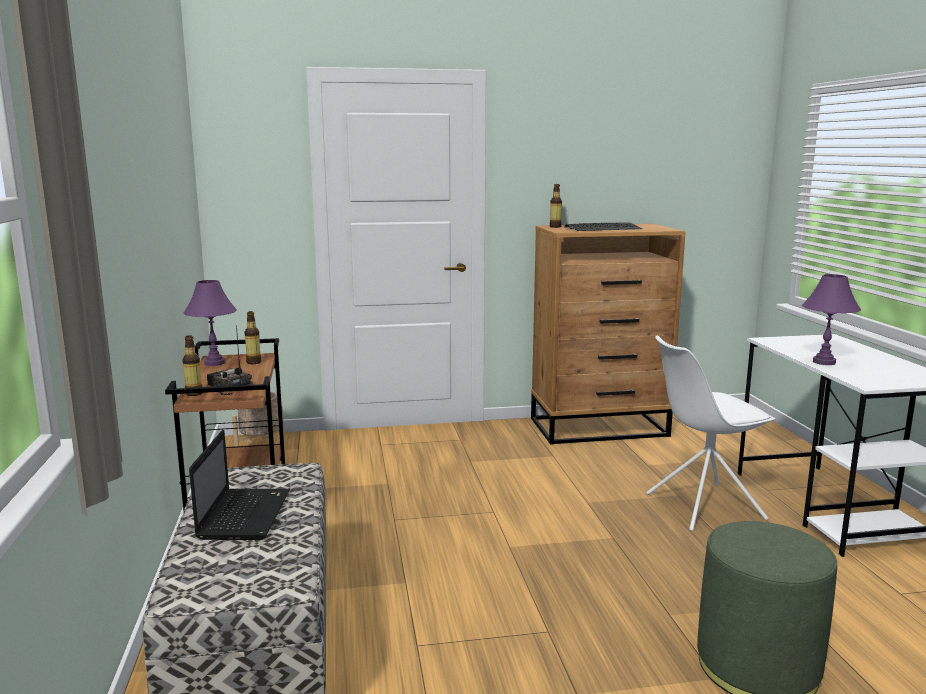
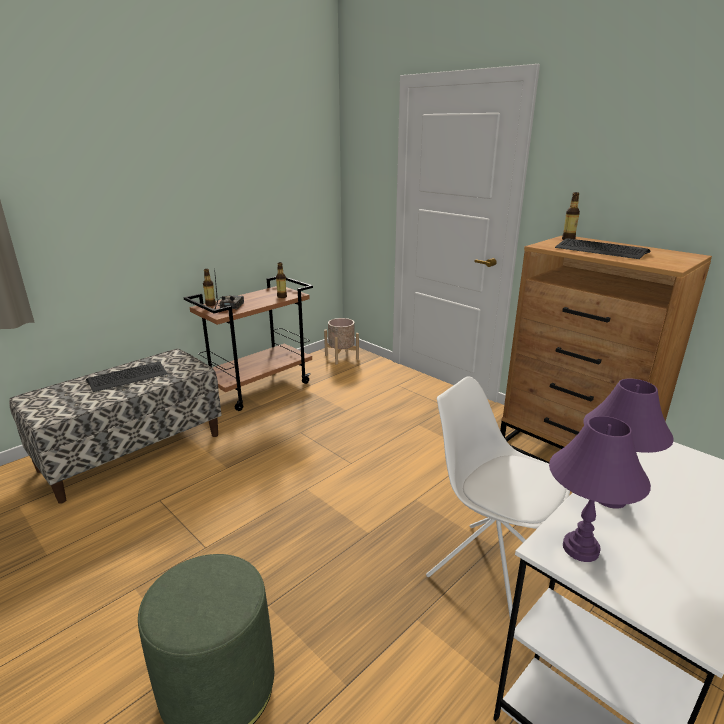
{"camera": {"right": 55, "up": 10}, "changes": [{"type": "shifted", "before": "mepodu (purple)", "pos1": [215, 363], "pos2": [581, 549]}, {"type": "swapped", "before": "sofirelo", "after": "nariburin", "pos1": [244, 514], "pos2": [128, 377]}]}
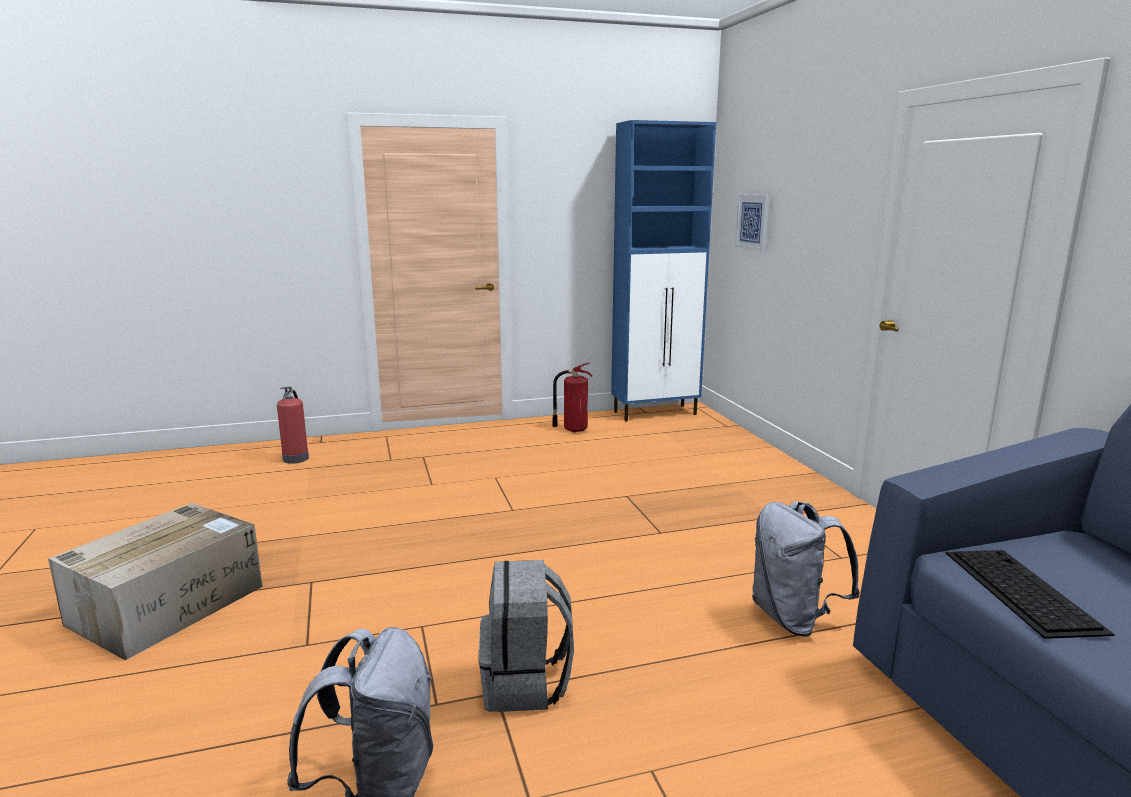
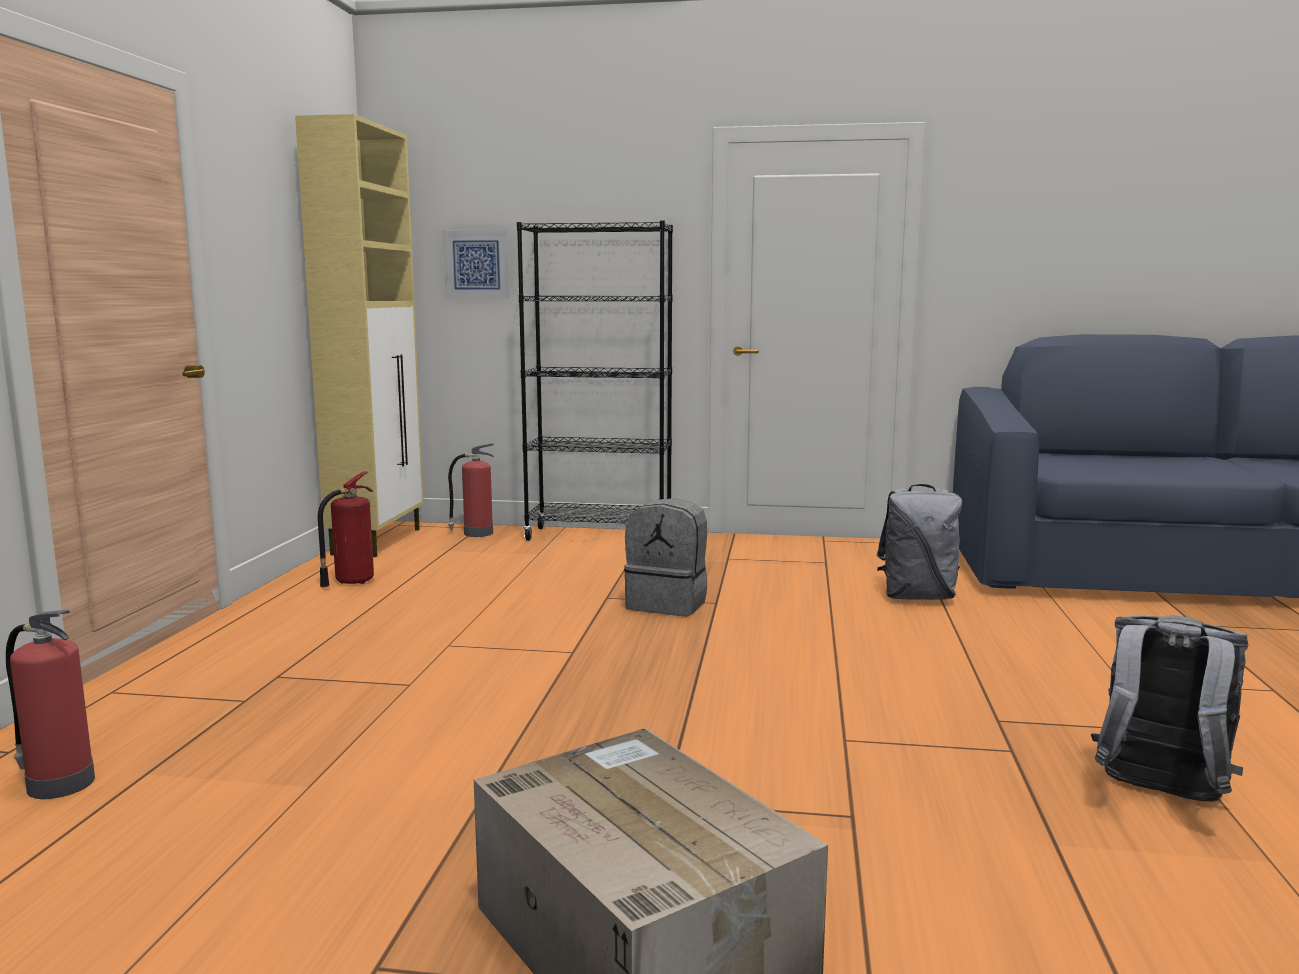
{"camera": {"right": -65, "up": -5}, "changes": [{"type": "gone", "before": "nariburin", "pos1": [1019, 589]}, {"type": "new", "after": "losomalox", "pos2": [476, 533]}, {"type": "new", "after": "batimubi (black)", "pos2": [600, 537]}, {"type": "shifted", "before": "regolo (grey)", "pos1": [526, 684], "pos2": [668, 604]}, {"type": "repainted", "before": "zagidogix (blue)", "after": "zagidogix (beige)", "pos1": [656, 413], "pos2": [378, 541]}]}
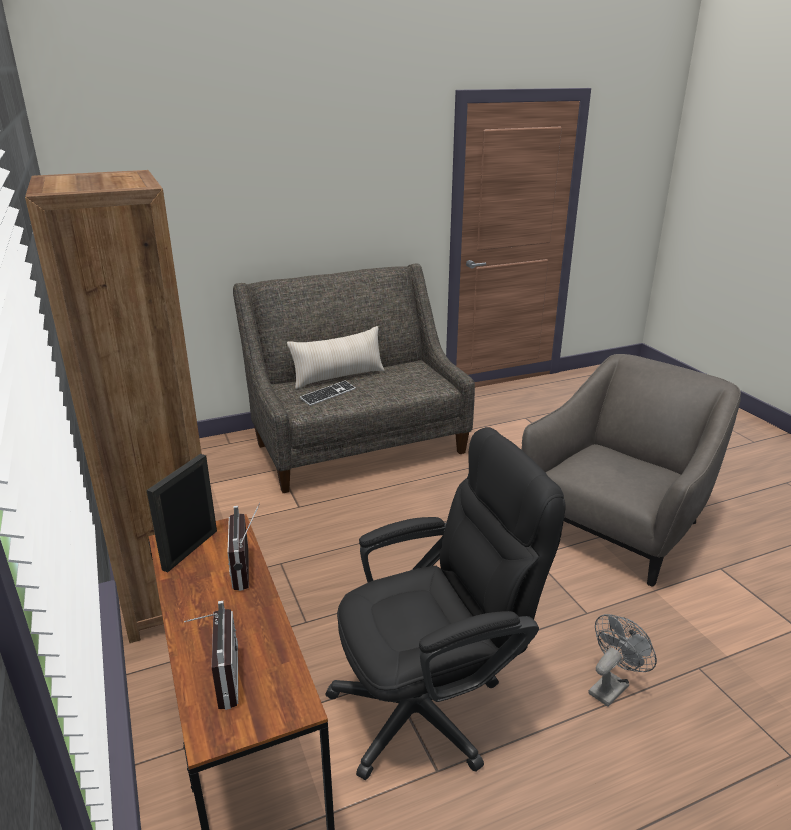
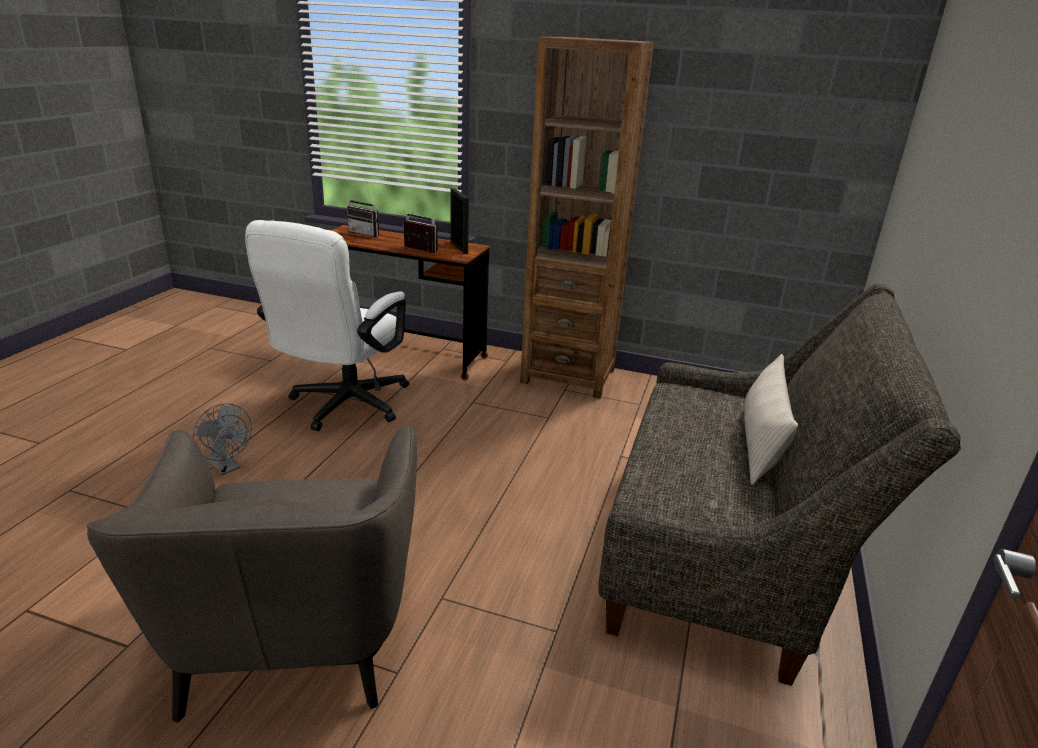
{"camera": {"right": 130, "up": 0}, "changes": [{"type": "gone", "before": "nariburin", "pos1": [328, 394]}, {"type": "repainted", "before": "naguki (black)", "after": "naguki (white)", "pos1": [433, 705], "pos2": [343, 407]}, {"type": "rotated", "before": "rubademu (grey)", "pos1": [611, 686], "pos2": [227, 467], "turn": -45}]}
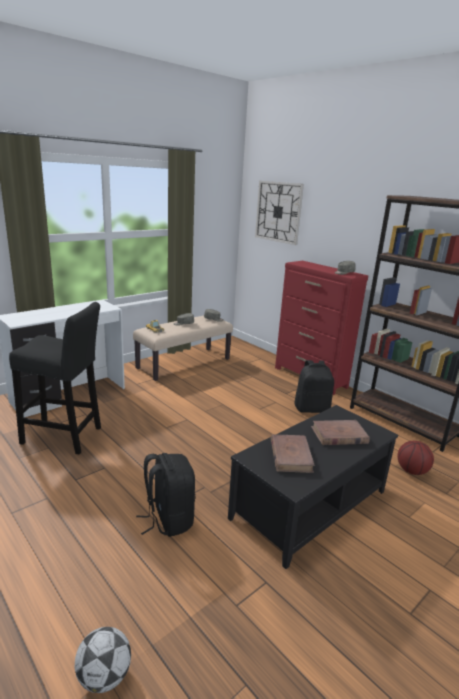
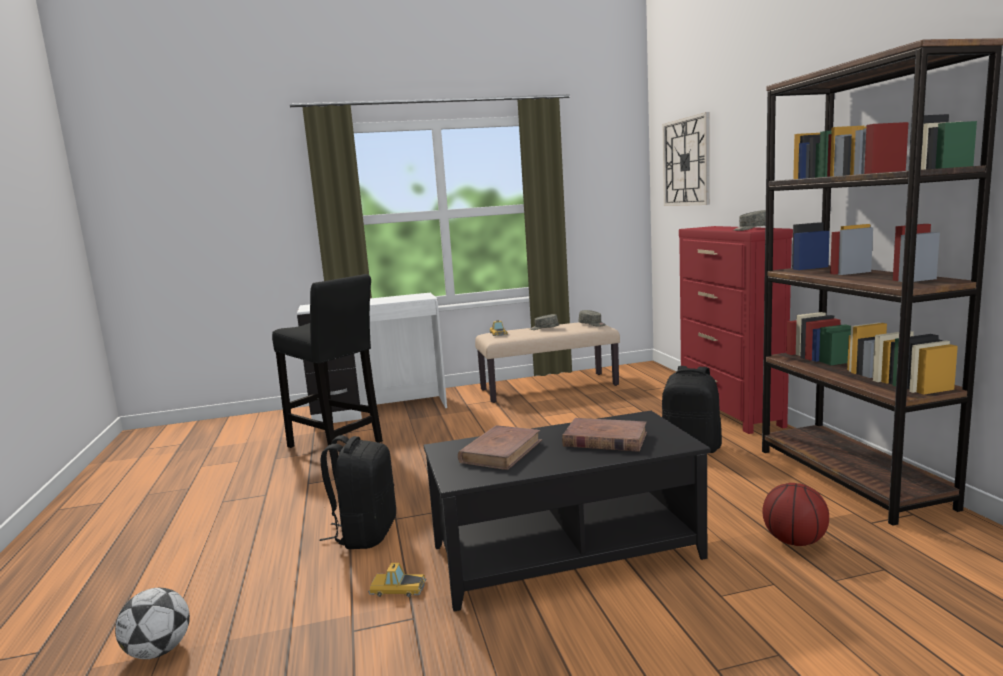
{"camera": {"right": 30, "up": -10}, "changes": [{"type": "new", "after": "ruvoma", "pos2": [397, 588]}]}
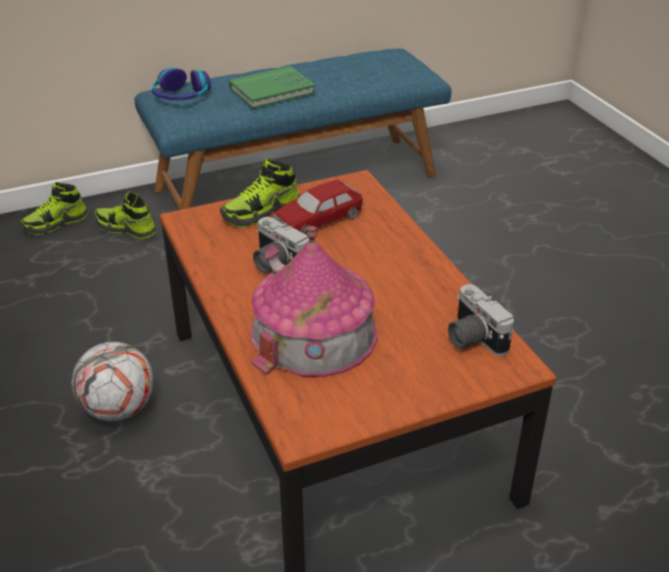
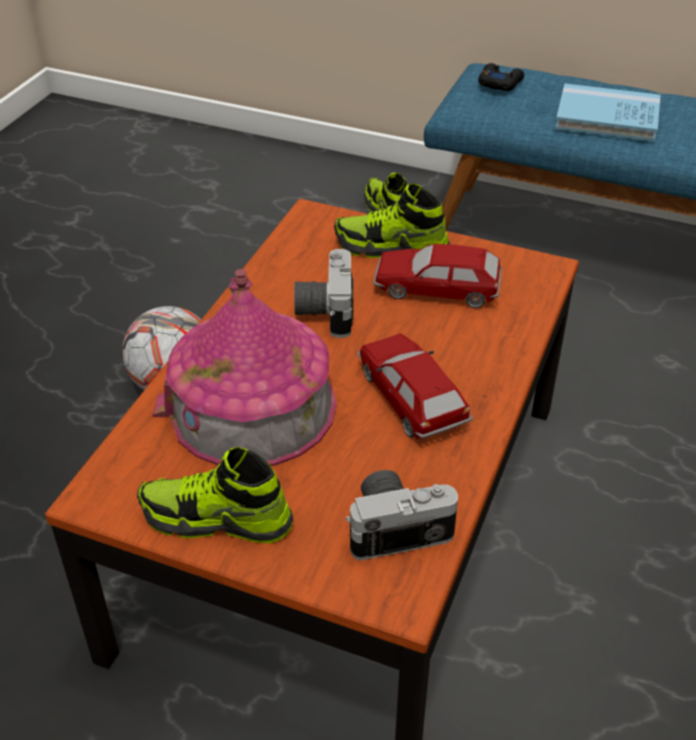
{"camera": {"right": 45, "up": 5}, "changes": [{"type": "new", "after": "ruvoma", "pos2": [411, 397]}, {"type": "shifted", "before": "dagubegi", "pos1": [55, 223], "pos2": [216, 520]}, {"type": "swapped", "before": "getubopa", "after": "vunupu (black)", "pos1": [181, 96], "pos2": [499, 83]}, {"type": "repainted", "before": "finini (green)", "after": "finini (blue)", "pos1": [272, 91], "pos2": [607, 117]}, {"type": "rotated", "before": "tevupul", "pos1": [471, 338], "pos2": [397, 525], "turn": 60}]}
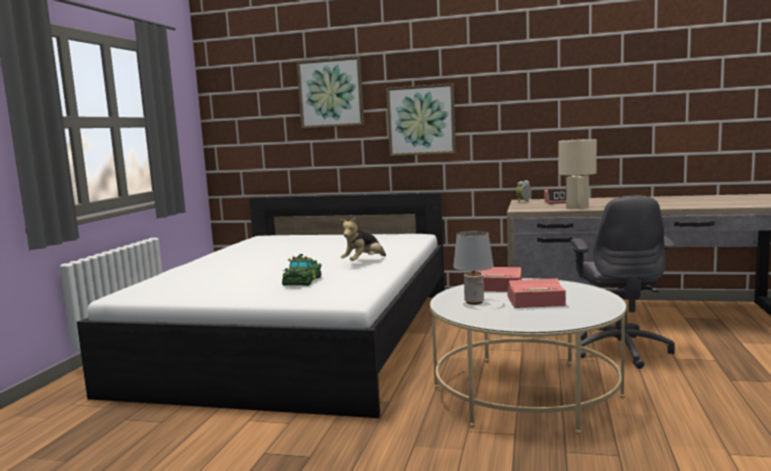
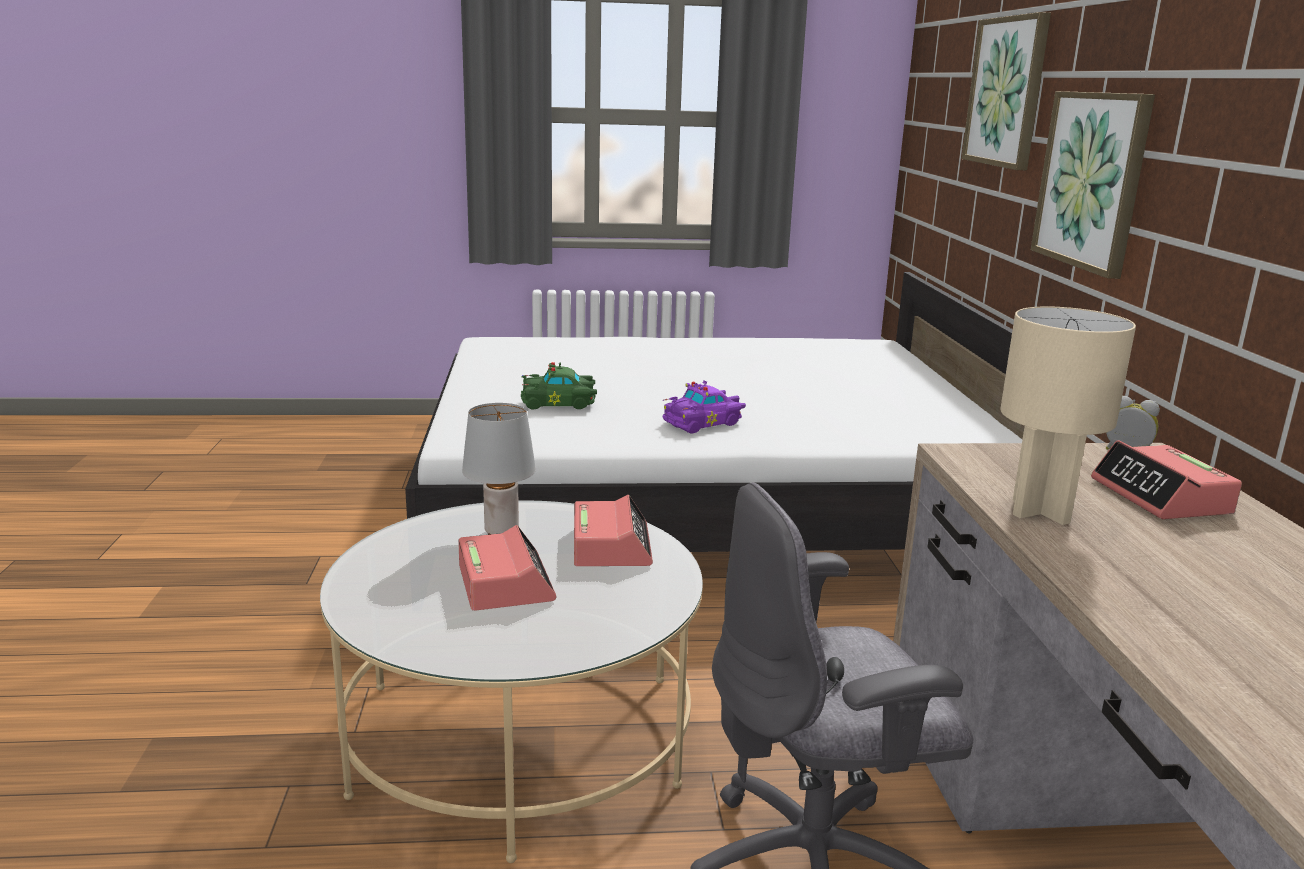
{"camera": {"right": 70, "up": 10}, "changes": [{"type": "swapped", "before": "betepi", "after": "ruvoma (purple)", "pos1": [363, 262], "pos2": [704, 423]}]}
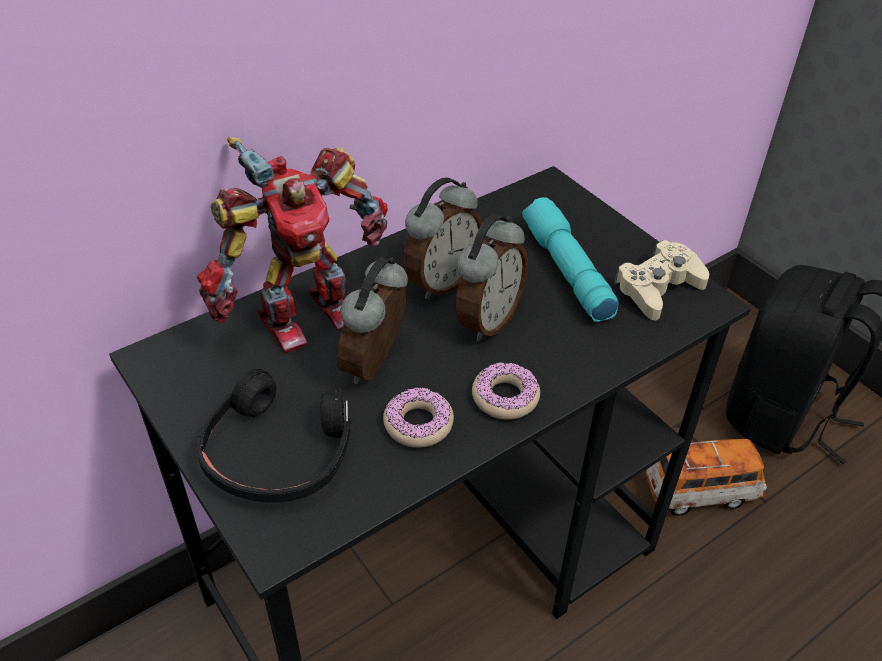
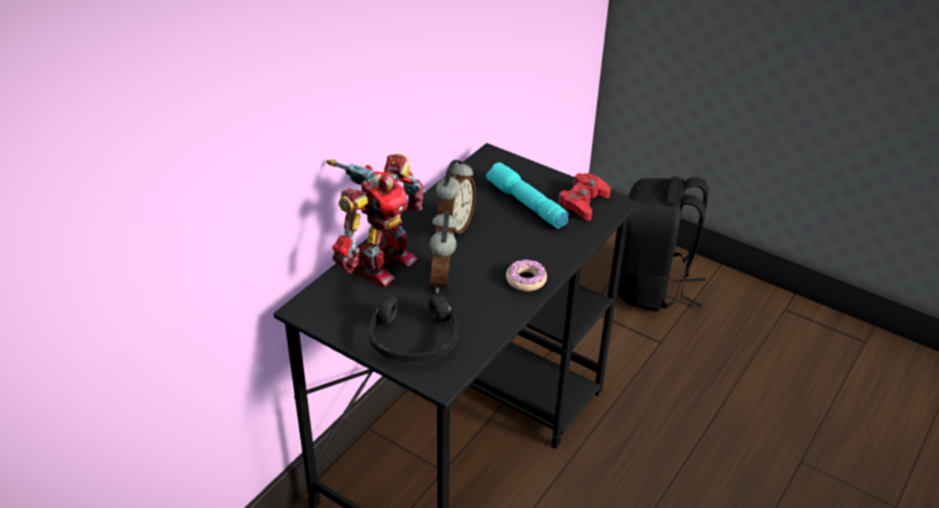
{"camera": {"right": -20, "up": -5}, "changes": [{"type": "gone", "before": "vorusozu", "pos1": [418, 424]}, {"type": "gone", "before": "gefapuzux", "pos1": [487, 320]}, {"type": "gone", "before": "ruvoma", "pos1": [701, 491]}, {"type": "repainted", "before": "vunupu (beige)", "after": "vunupu (red)", "pos1": [658, 288], "pos2": [583, 202]}]}
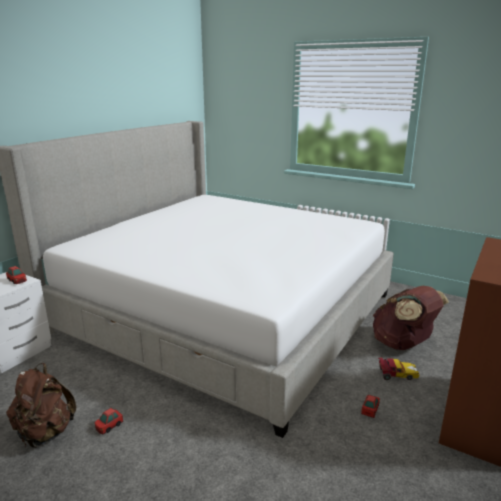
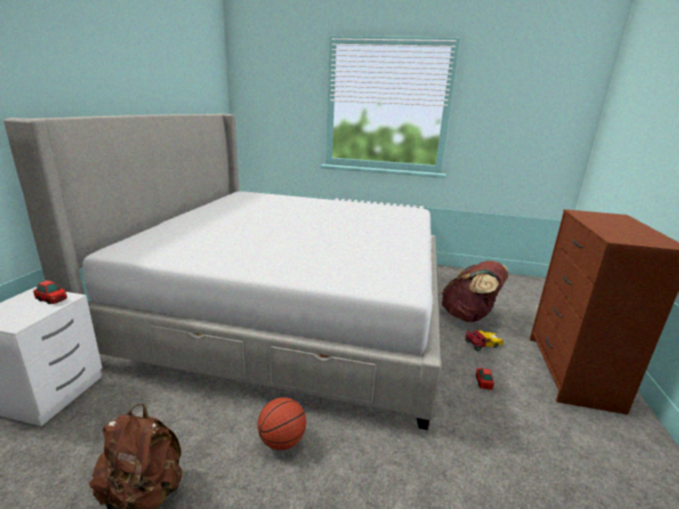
{"camera": {"right": -20, "up": 0}, "changes": [{"type": "gone", "before": "ruvoma", "pos1": [109, 426]}, {"type": "new", "after": "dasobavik", "pos2": [282, 441]}]}
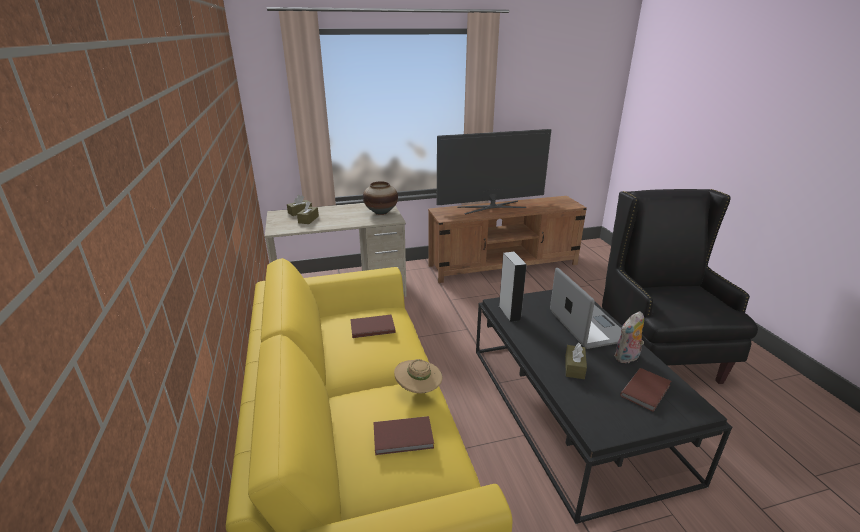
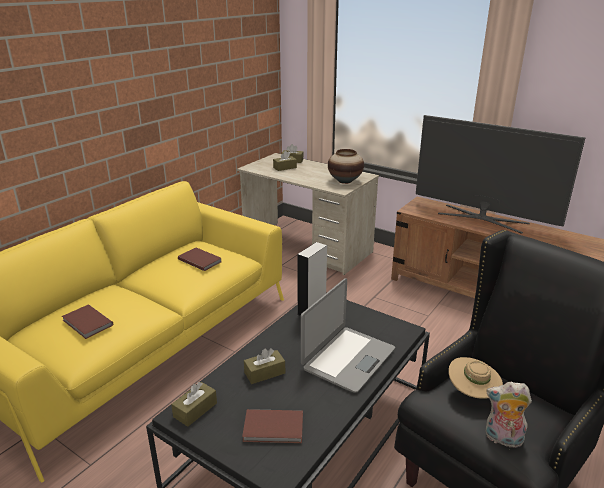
{"camera": {"right": 50, "up": 0}, "changes": [{"type": "new", "after": "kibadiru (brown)", "pos2": [195, 410]}, {"type": "shifted", "before": "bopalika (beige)", "pos1": [418, 389], "pos2": [472, 393]}, {"type": "shifted", "before": "betepi", "pos1": [627, 358], "pos2": [502, 439]}]}
